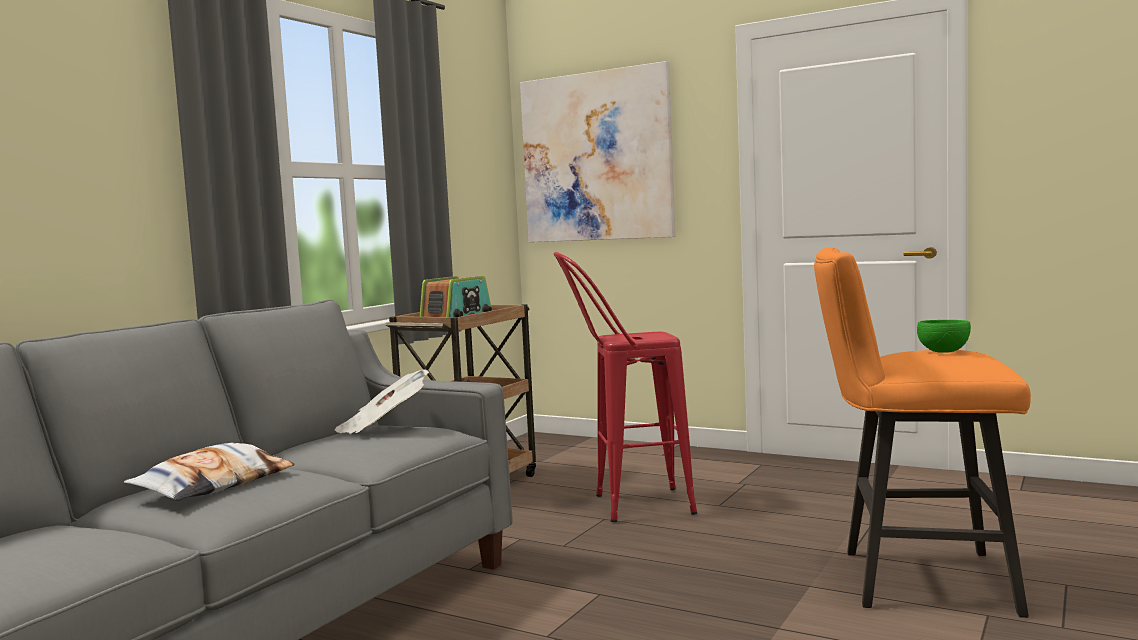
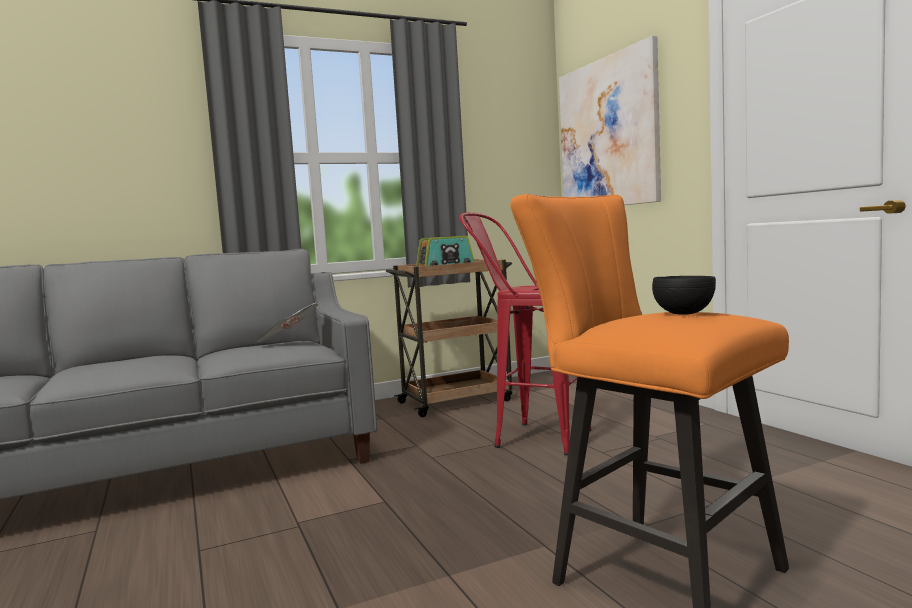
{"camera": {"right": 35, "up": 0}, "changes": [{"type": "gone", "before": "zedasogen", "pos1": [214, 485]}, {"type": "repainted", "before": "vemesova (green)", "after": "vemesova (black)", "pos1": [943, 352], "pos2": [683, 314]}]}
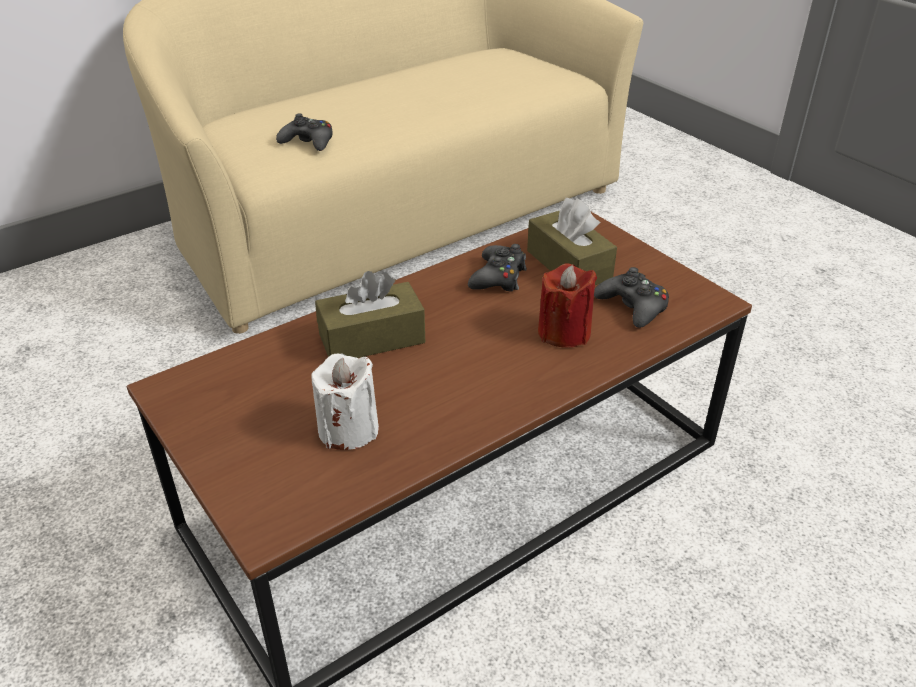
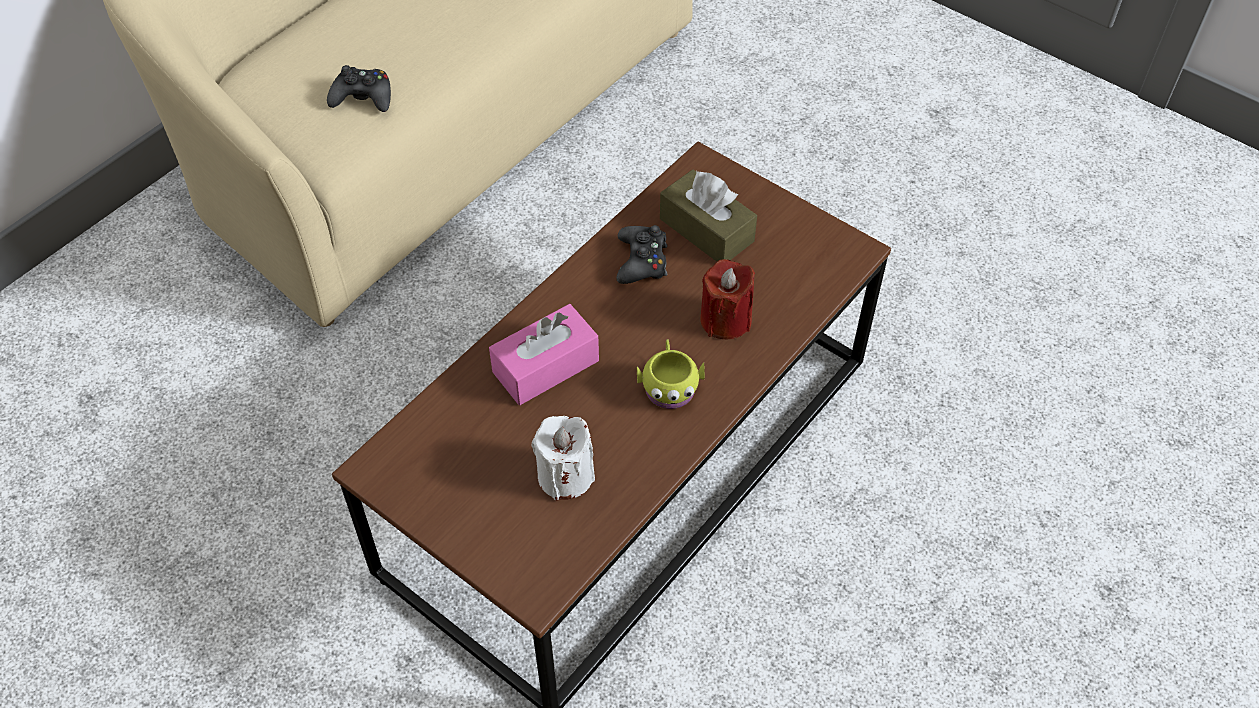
{"camera": {"right": -15, "up": 15}, "changes": [{"type": "gone", "before": "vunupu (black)", "pos1": [633, 307]}, {"type": "new", "after": "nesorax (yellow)", "pos2": [669, 386]}, {"type": "repainted", "before": "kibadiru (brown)", "after": "kibadiru (pink)", "pos1": [372, 338], "pos2": [545, 366]}]}
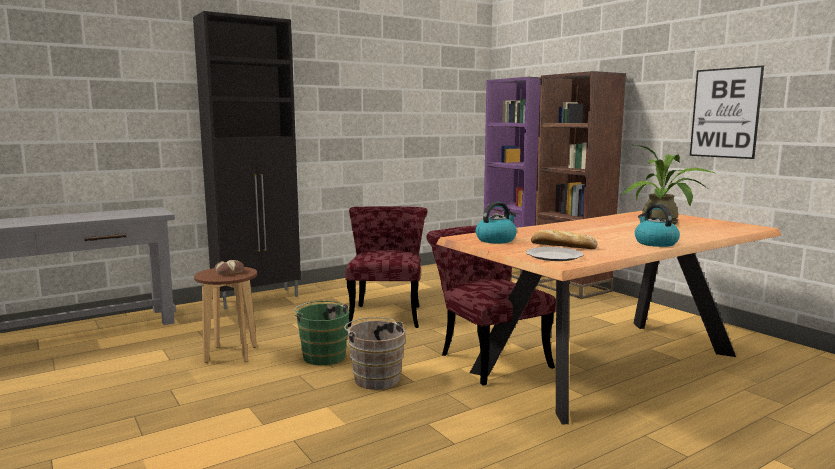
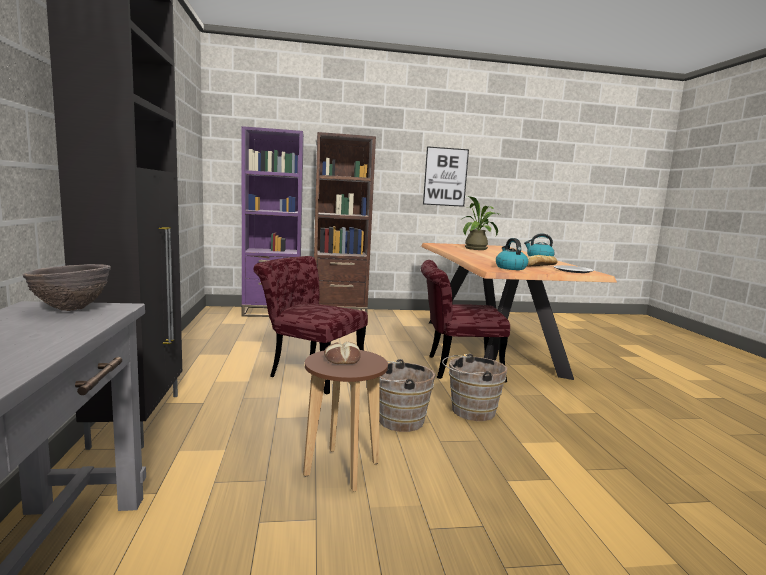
{"camera": {"right": -65, "up": 0}, "changes": [{"type": "new", "after": "vemesova (brown)", "pos2": [71, 309]}, {"type": "repainted", "before": "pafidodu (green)", "after": "pafidodu (brown)", "pos1": [323, 355], "pos2": [397, 420]}]}
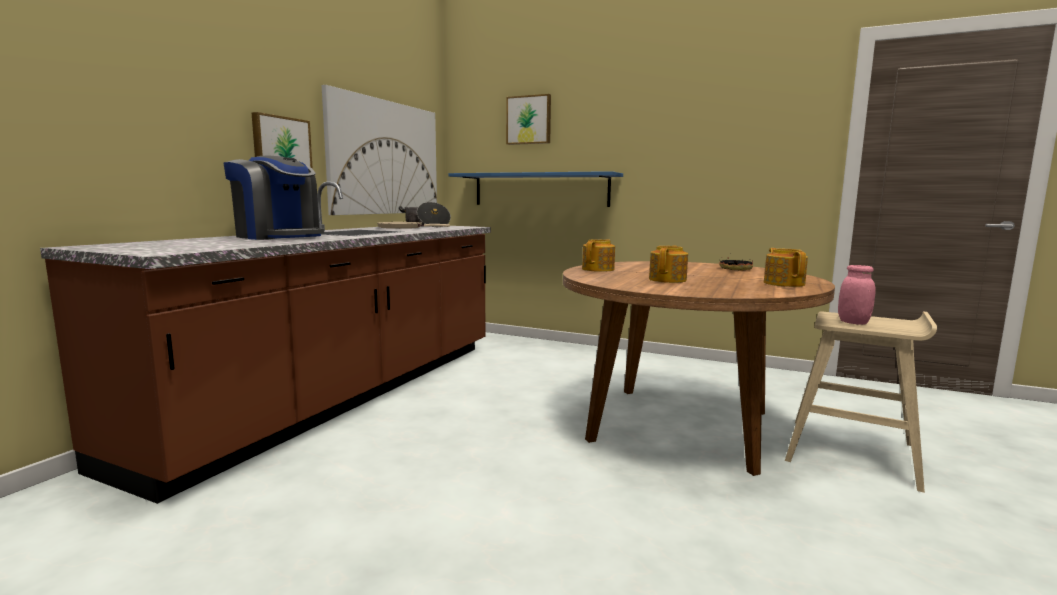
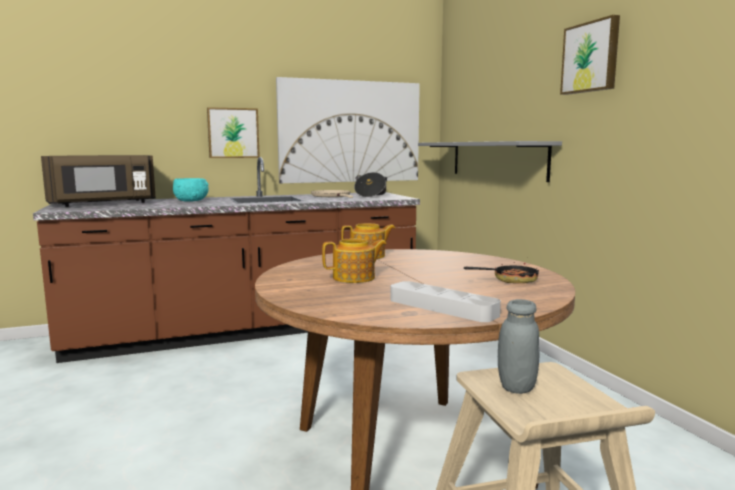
{"camera": {"right": 45, "up": 0}, "changes": [{"type": "new", "after": "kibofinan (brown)", "pos2": [102, 204]}, {"type": "shifted", "before": "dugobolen", "pos1": [529, 120], "pos2": [591, 57]}, {"type": "swapped", "before": "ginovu", "after": "vemesova (turquoise)", "pos1": [279, 236], "pos2": [191, 201]}, {"type": "swapped", "before": "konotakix", "after": "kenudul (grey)", "pos1": [784, 283], "pos2": [442, 307]}, {"type": "repainted", "before": "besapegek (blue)", "after": "besapegek (grey)", "pos1": [540, 190], "pos2": [497, 159]}, {"type": "repainted", "before": "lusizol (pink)", "after": "lusizol (grey)", "pos1": [853, 322], "pos2": [516, 387]}]}
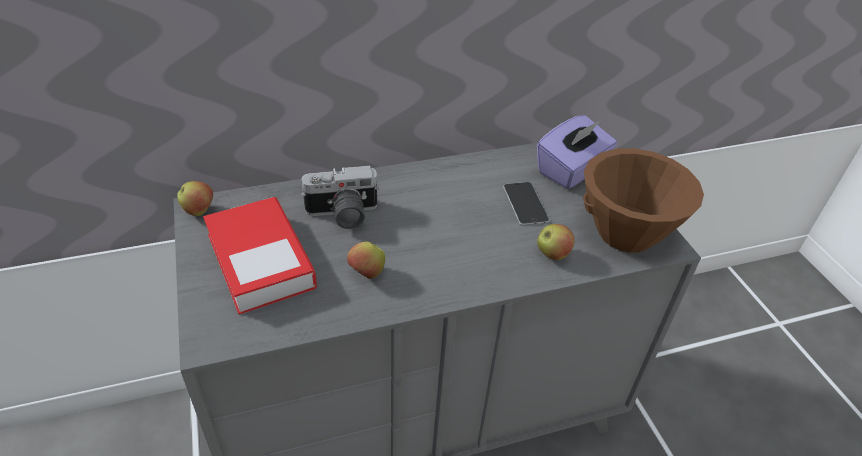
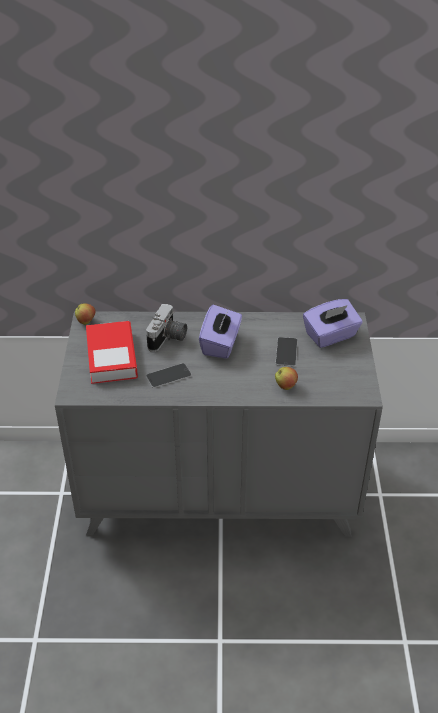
{"camera": {"right": 20, "up": 0}, "changes": [{"type": "gone", "before": "vemesova (brown)", "pos1": [626, 234]}, {"type": "new", "after": "kibadiru (purple)", "pos2": [221, 344]}, {"type": "swapped", "before": "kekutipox", "after": "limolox", "pos1": [366, 273], "pos2": [168, 375]}, {"type": "rotated", "before": "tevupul", "pos1": [342, 215], "pos2": [168, 339], "turn": -75}]}
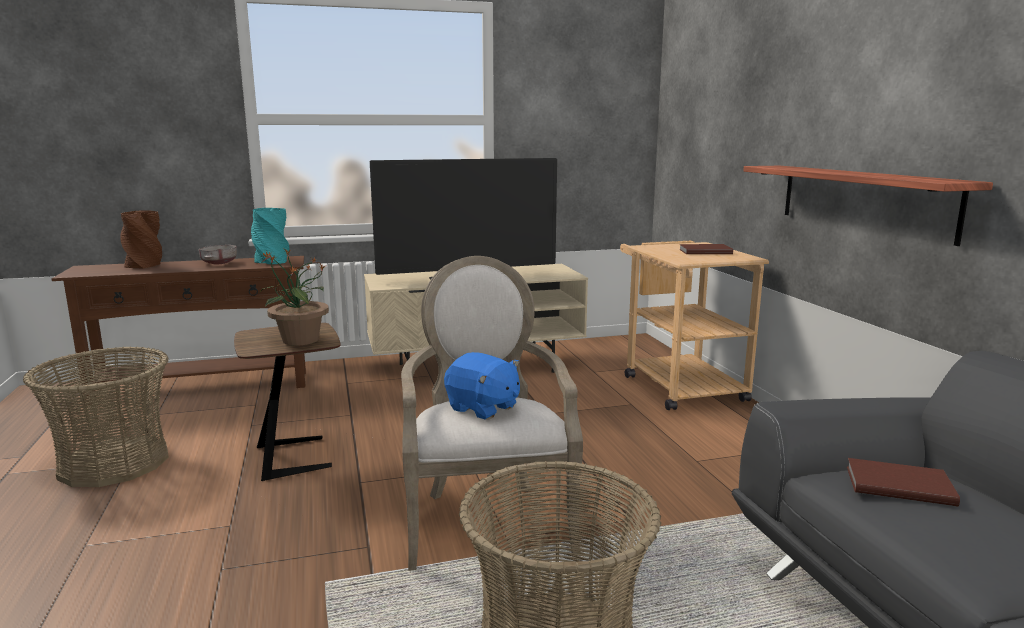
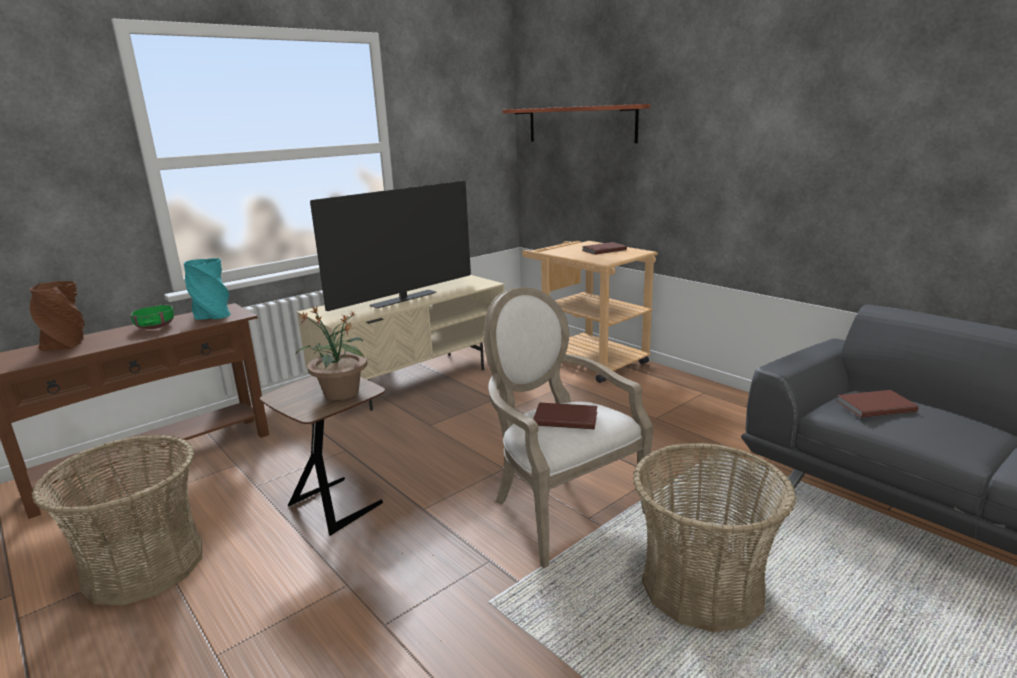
{"camera": {"right": -25, "up": 5}, "changes": [{"type": "shifted", "before": "besapegek", "pos1": [863, 200], "pos2": [580, 124]}, {"type": "swapped", "before": "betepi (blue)", "after": "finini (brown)", "pos1": [483, 408], "pos2": [565, 418]}, {"type": "repainted", "before": "vemesova (grey)", "after": "vemesova (green)", "pos1": [219, 263], "pos2": [155, 327]}]}
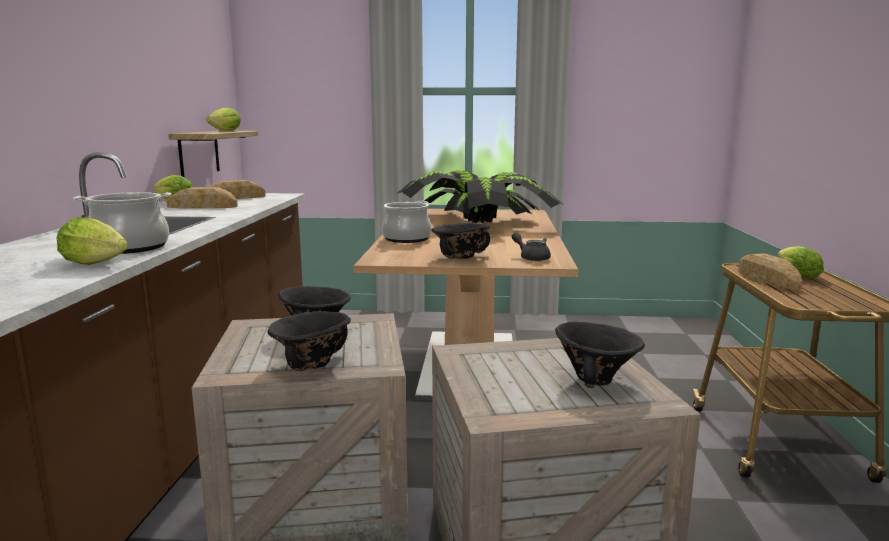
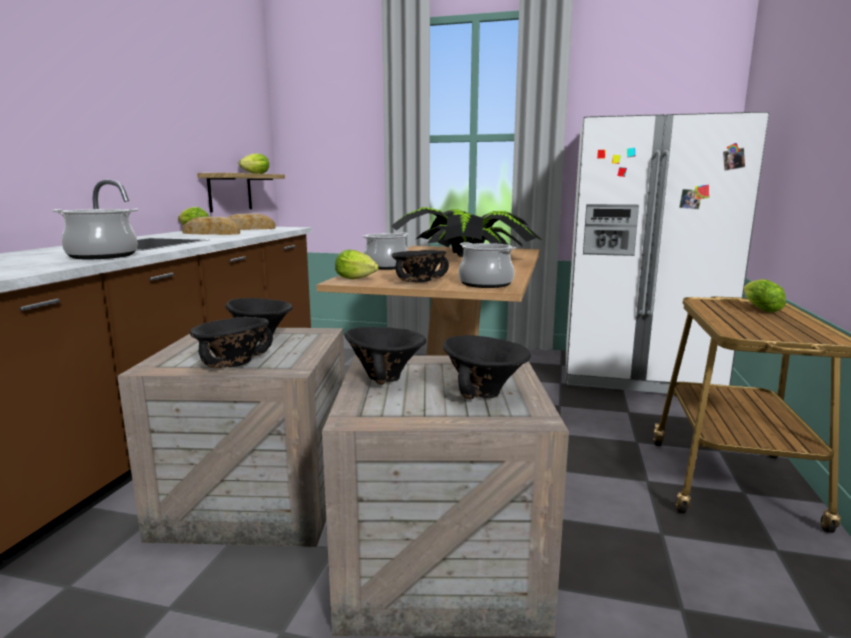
{"camera": {"right": 10, "up": 0}, "changes": [{"type": "gone", "before": "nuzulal", "pos1": [767, 279]}, {"type": "new", "after": "vemesova (black)", "pos2": [387, 377]}, {"type": "new", "after": "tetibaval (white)", "pos2": [636, 373]}, {"type": "shifted", "before": "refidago", "pos1": [98, 264], "pos2": [358, 279]}, {"type": "swapped", "before": "konotakix (grey)", "after": "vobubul", "pos1": [532, 258], "pos2": [485, 284]}]}
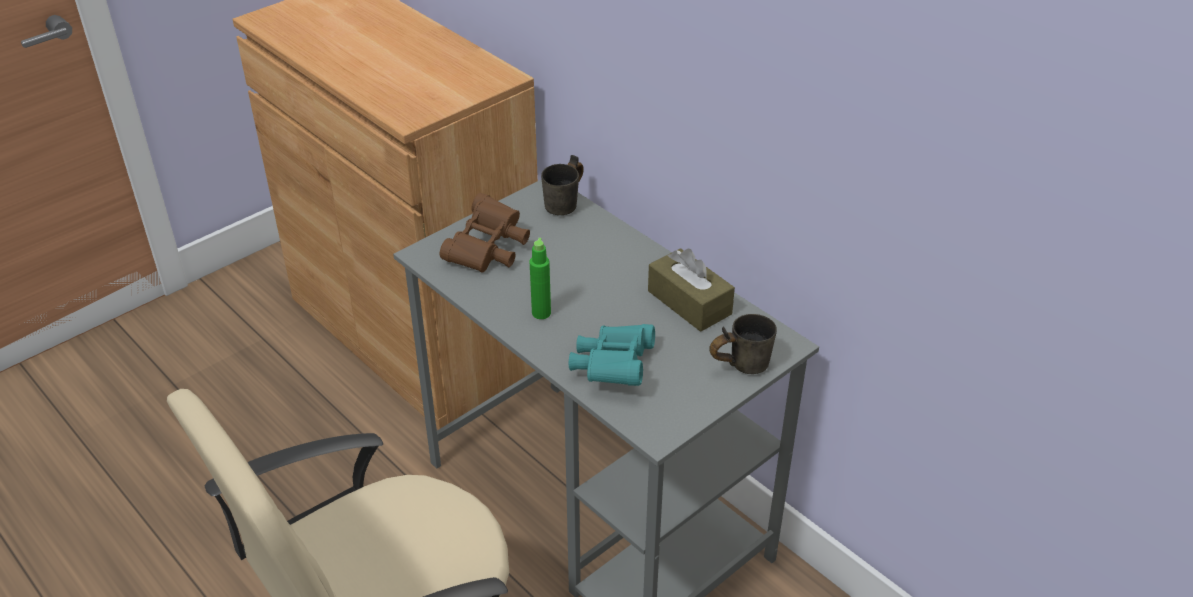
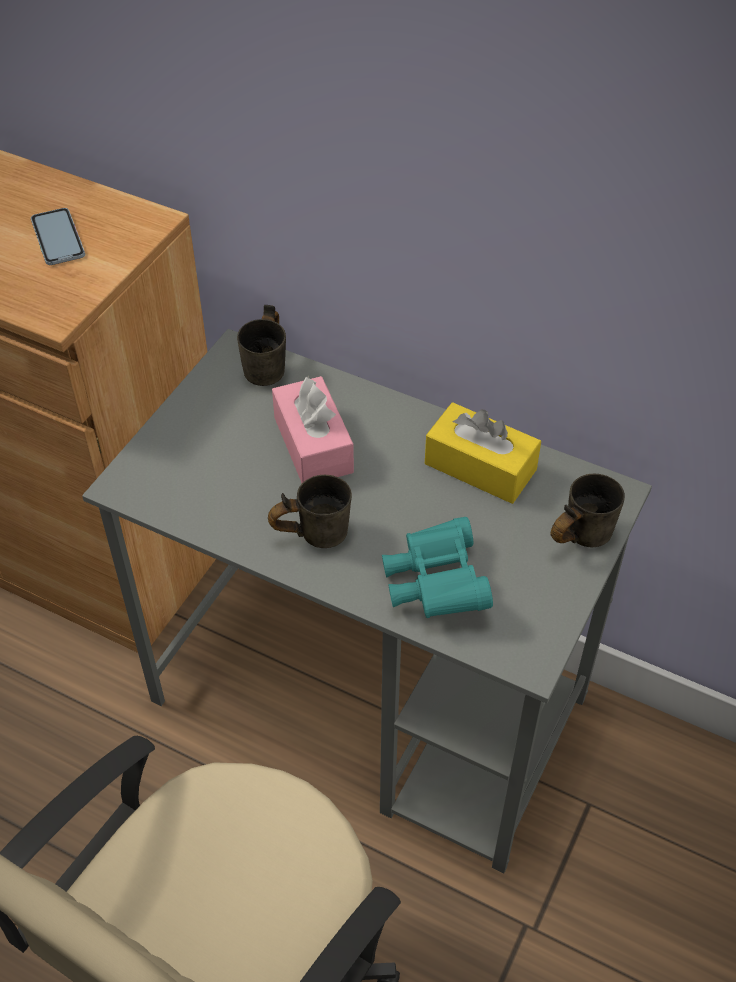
{"camera": {"right": -20, "up": 10}, "changes": [{"type": "gone", "before": "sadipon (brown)", "pos1": [488, 250]}, {"type": "new", "after": "limolox", "pos2": [58, 238]}, {"type": "new", "after": "kibadiru (pink)", "pos2": [313, 445]}, {"type": "swapped", "before": "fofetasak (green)", "after": "nesorax (grey)", "pos1": [541, 313], "pos2": [312, 531]}, {"type": "repainted", "before": "kibadiru (brown)", "after": "kibadiru (yellow)", "pos1": [689, 302], "pos2": [480, 467]}]}
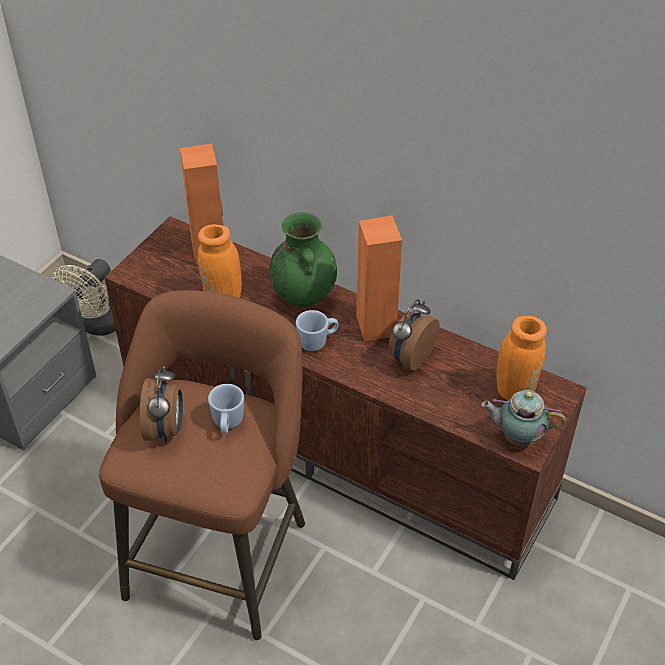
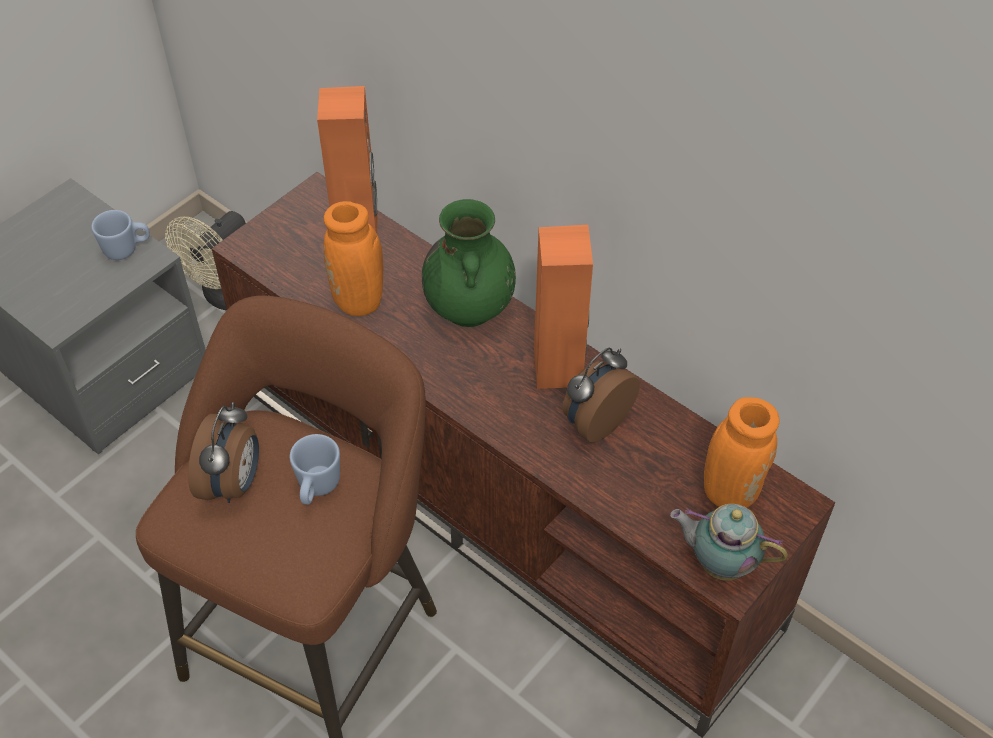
{"camera": {"right": 10, "up": 5}, "changes": [{"type": "shifted", "before": "nesorax (blue)", "pos1": [317, 342], "pos2": [127, 249]}]}
